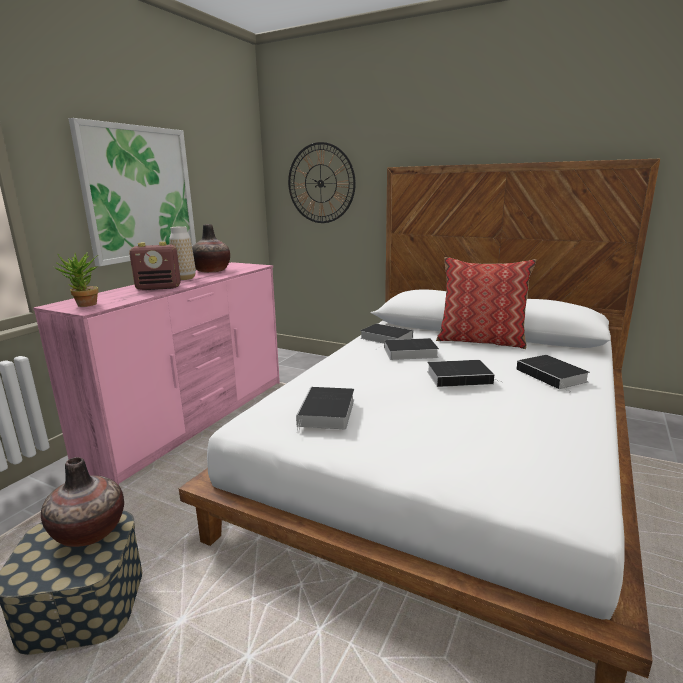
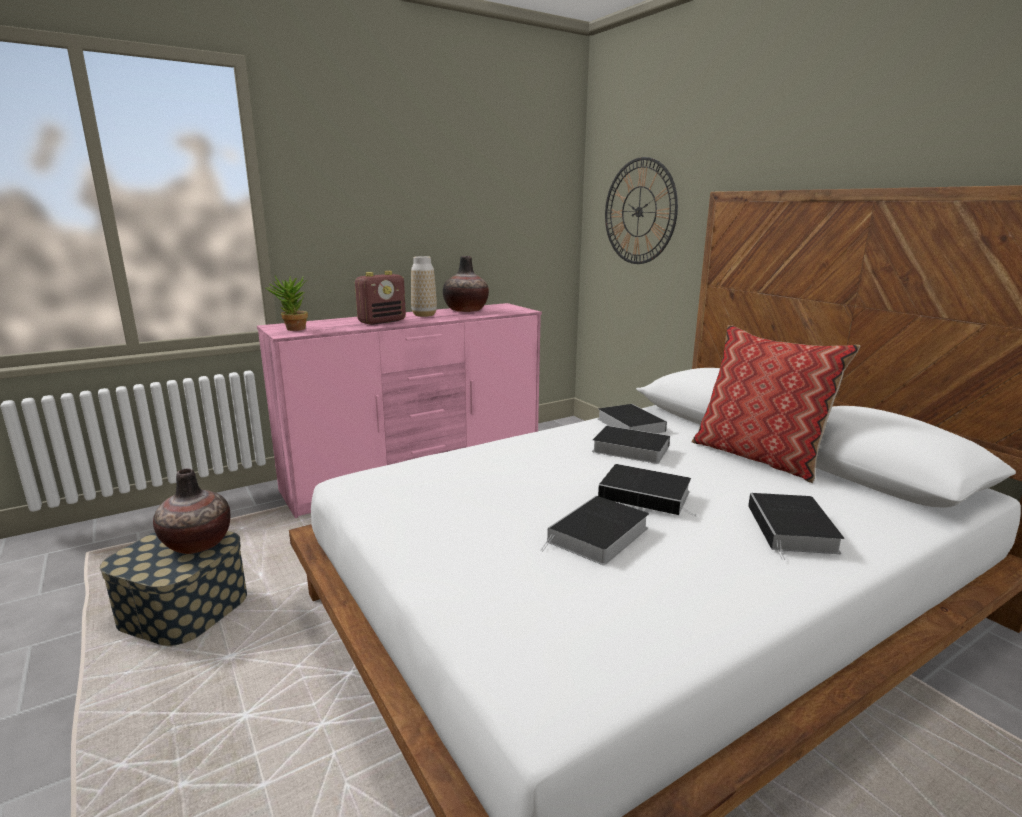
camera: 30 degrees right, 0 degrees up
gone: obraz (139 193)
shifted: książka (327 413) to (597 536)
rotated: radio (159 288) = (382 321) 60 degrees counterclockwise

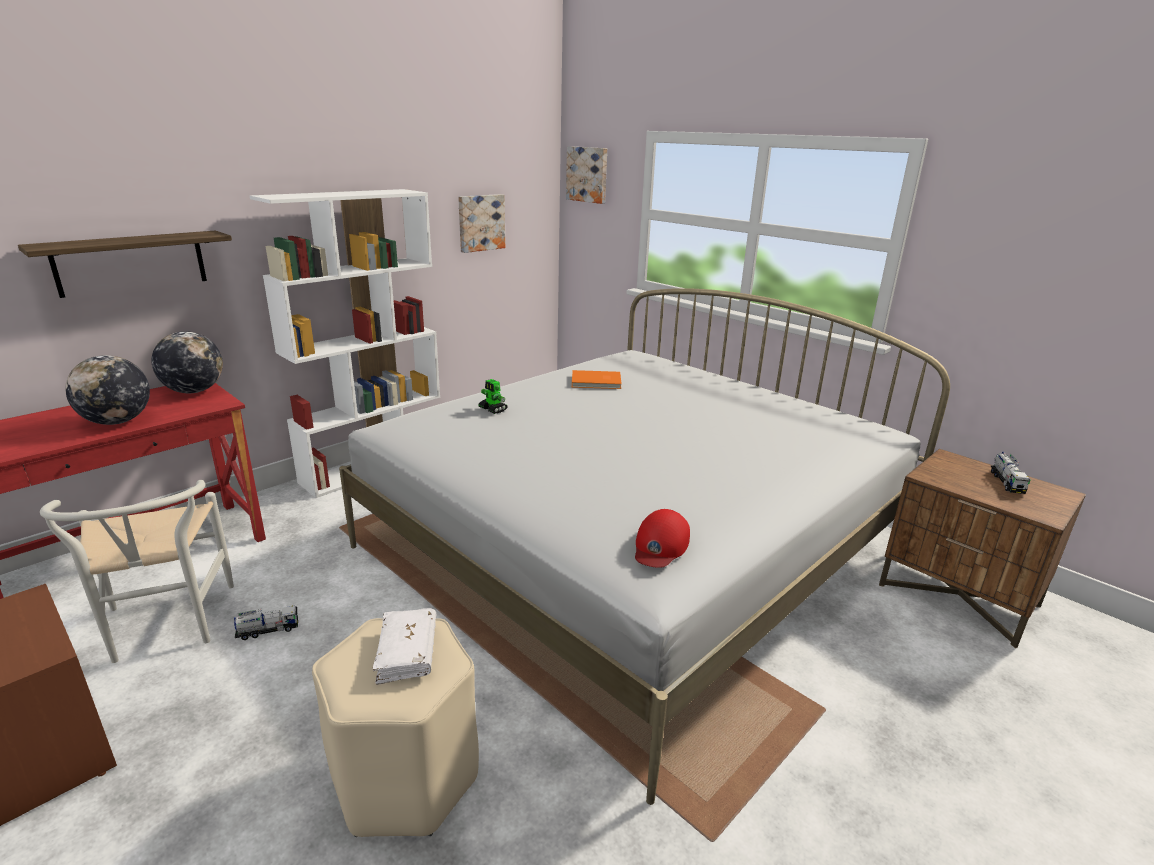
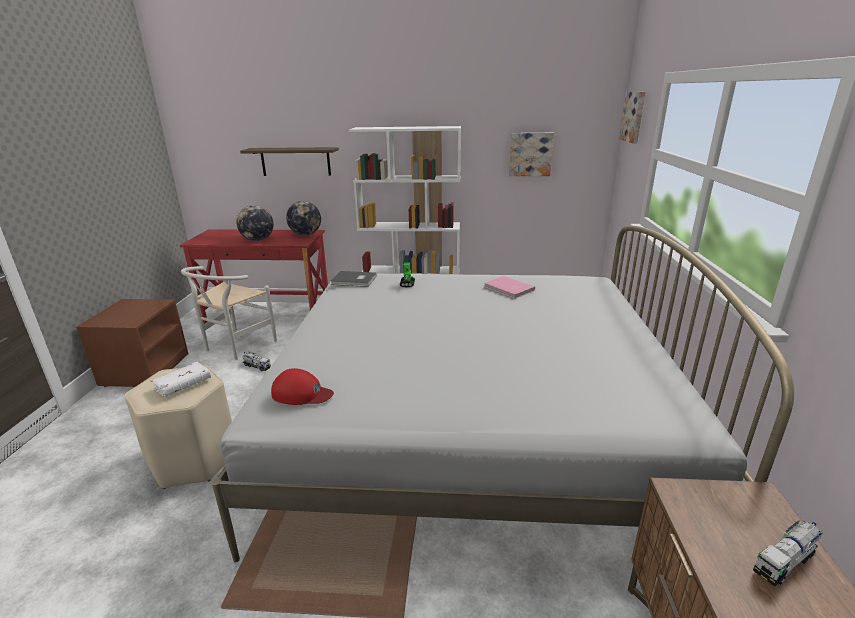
camera: 50 degrees right, 0 degrees up
new: książka/szary (354 280)
repainted: książka/pomarańczowy (597 382) to książka/różowy (508 289)
rotated: czapka z daszkiem/czerwony (660 545) = (302 393) 150 degrees counterclockwise

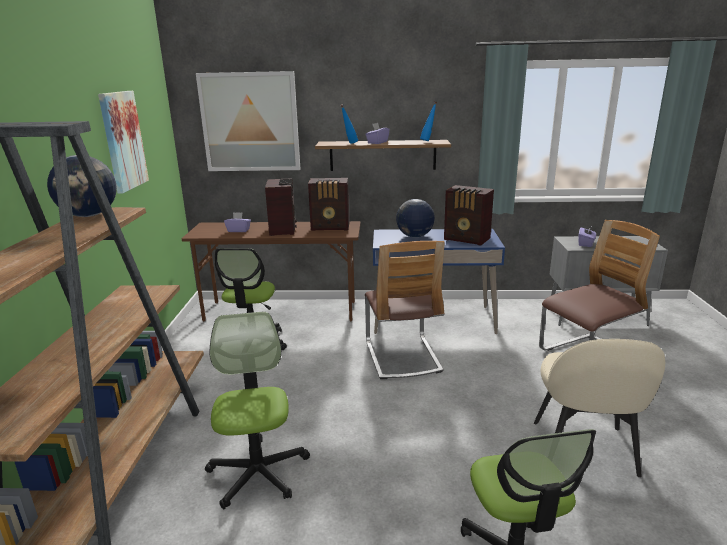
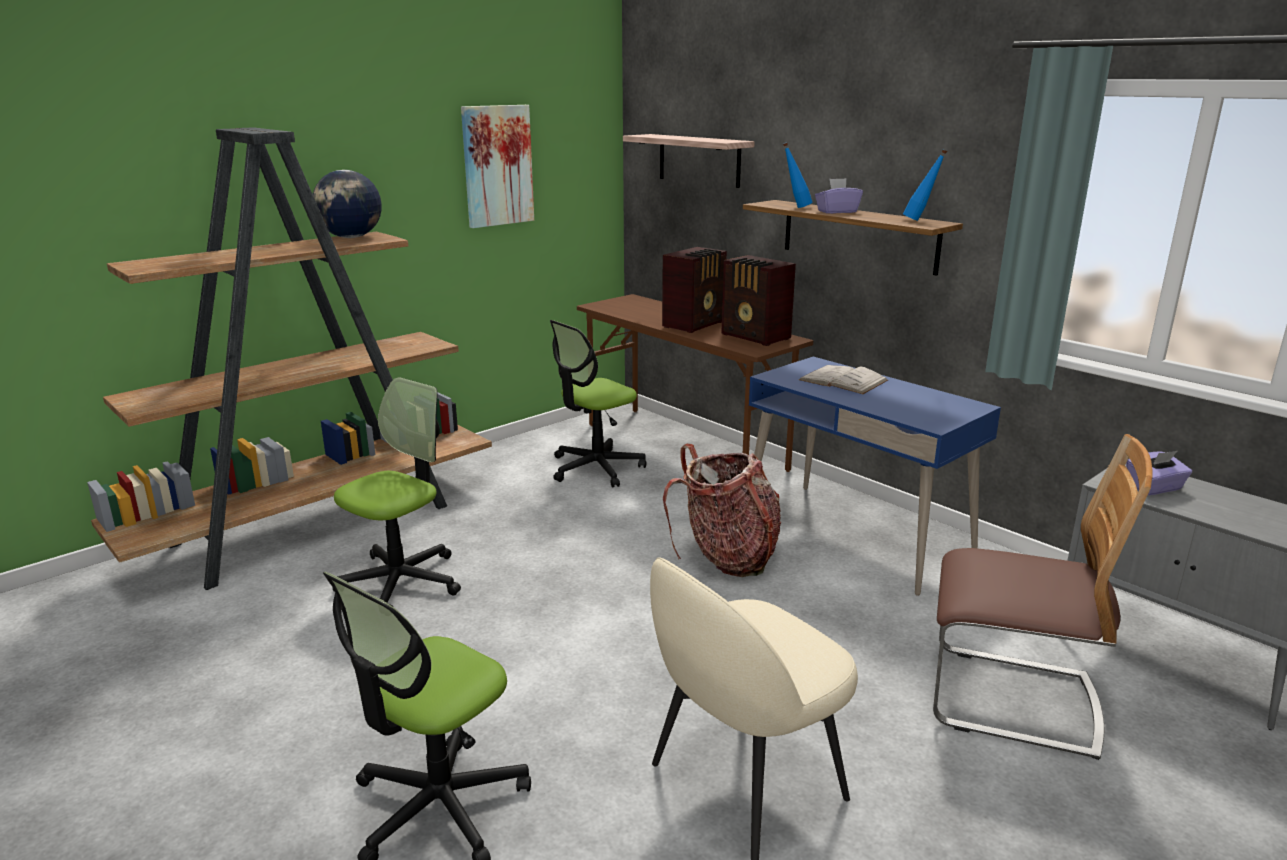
camera: 45 degrees right, 0 degrees up
gone: radio (467 239); pudełko chusteczek/fioletowy (238 230)
swapped: obraz (250 122) to półka (699 160); globus (414 236) to książka/biały (843 380); krzesło (402 356) to plecak (727 557)

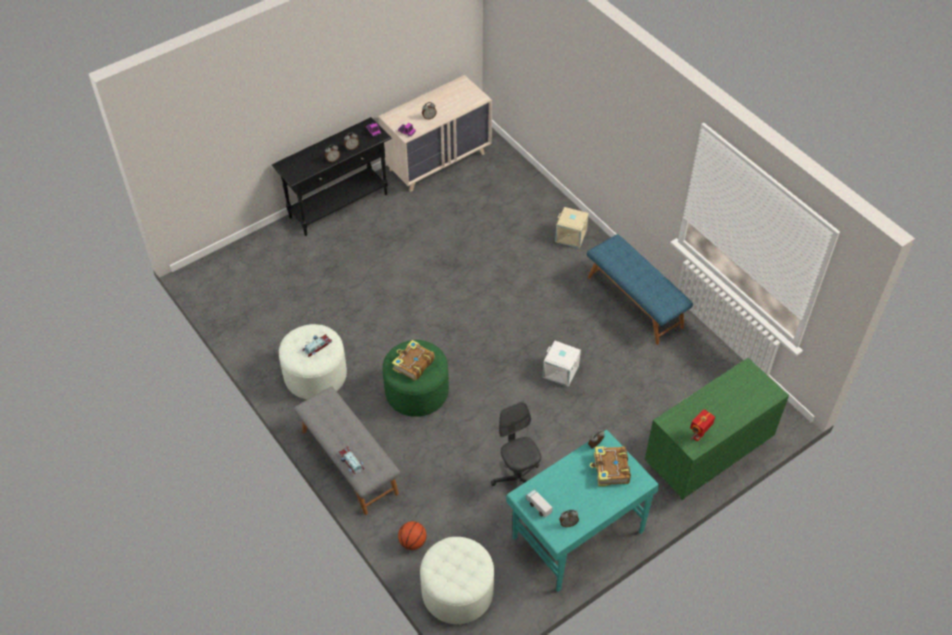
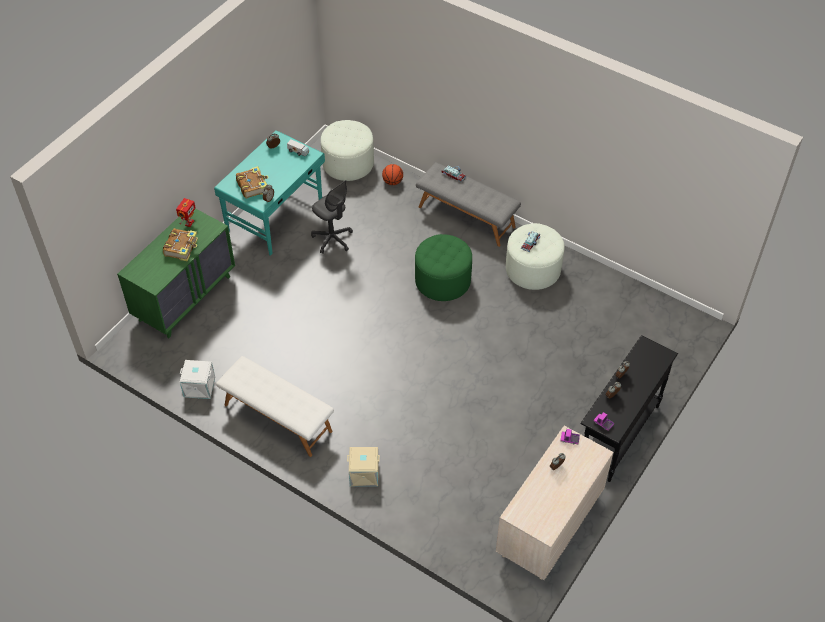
camera: 160 degrees right, 0 degrees up
shifted: książka (412 364) to (182 248); pojemnik do przechowywania/biały (560 372) to (199 386)
repainted: ławka/niebieski (635 301) to ławka/biały (277 418)

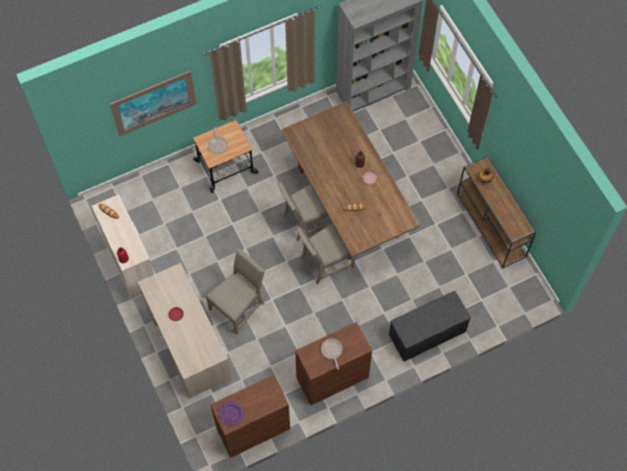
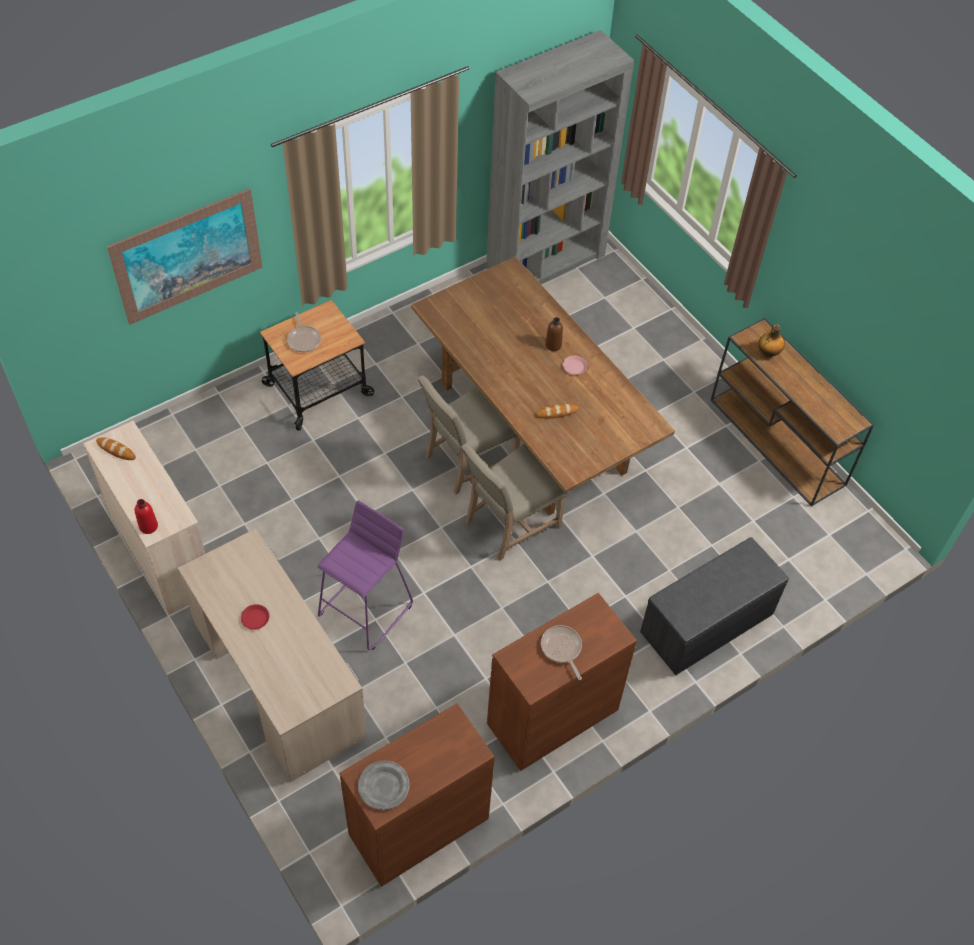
camera: 10 degrees left, 10 degrees down
swapped: krzesło/beżowy (239 306) to stołek/fioletowy (366 610)
repainted: talerz/fioletowy (231 414) to talerz/szary (383 787)

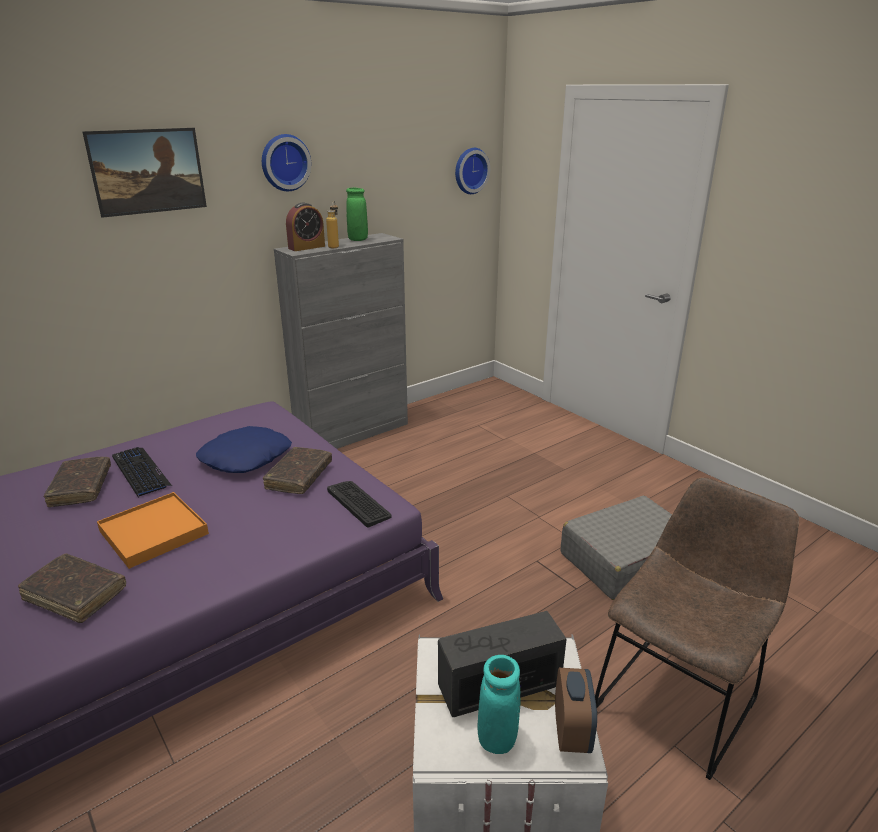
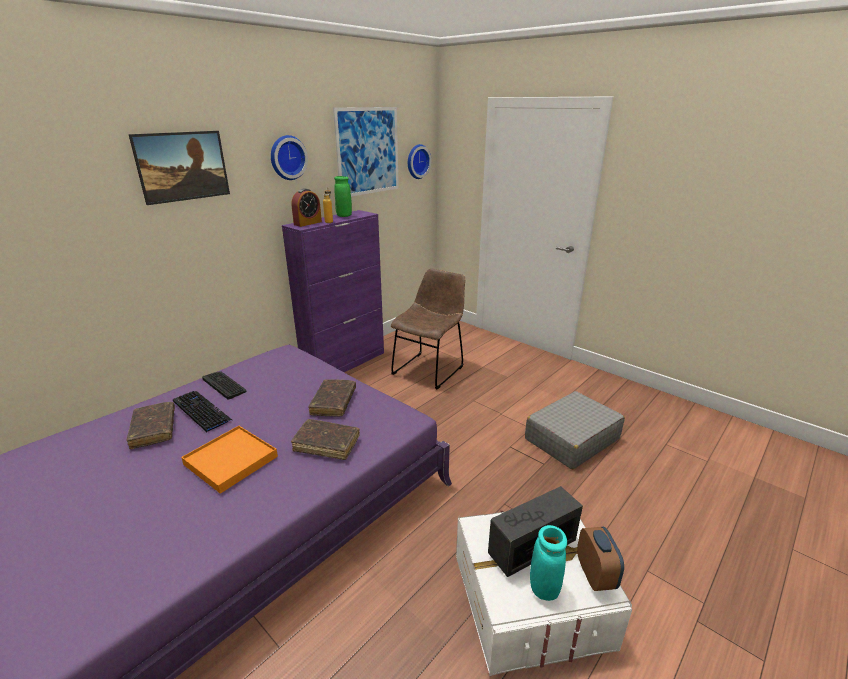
camera: 10 degrees left, 0 degrees up
gone: poduszka/niebieski (245 457)
new: obraz (368 151)
shifted: krzesło/brązowy (679 697) to (430 369); klawiatura (359 503) to (224 385); książka/brązowy (75 594) to (326 444)
repainted: szafka/szary (353 433) to szafka/fioletowy (345 363)

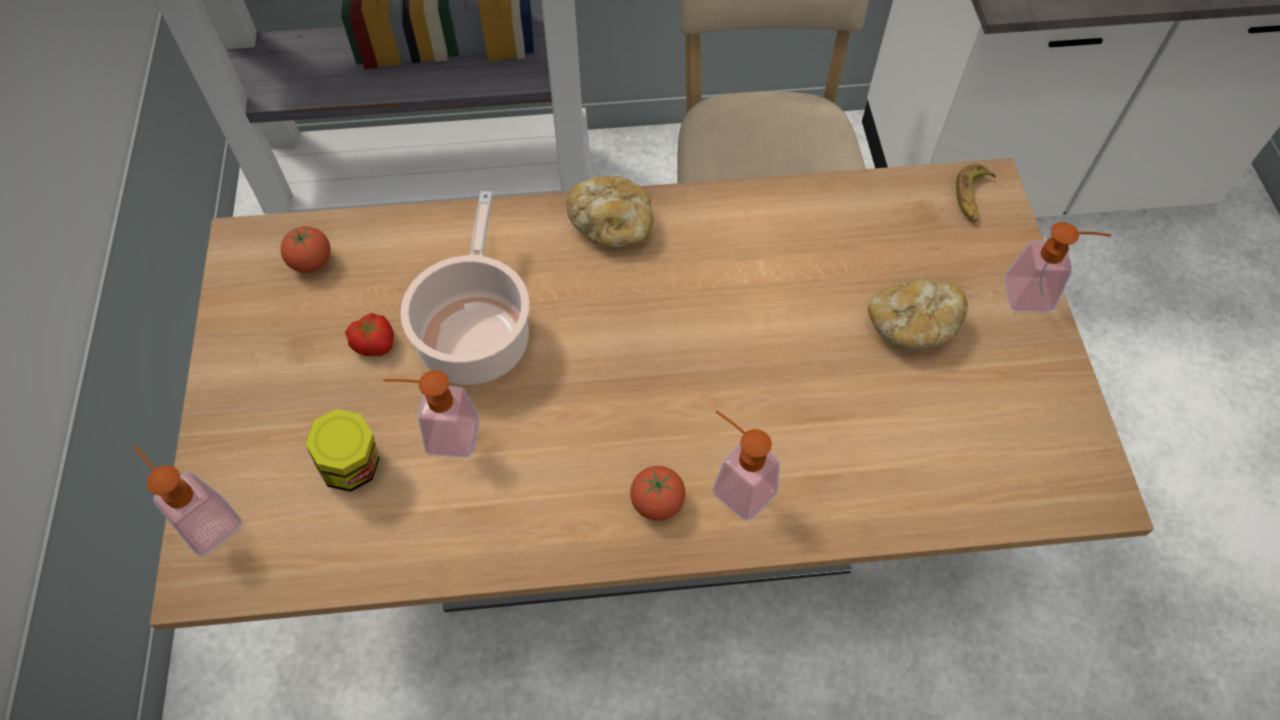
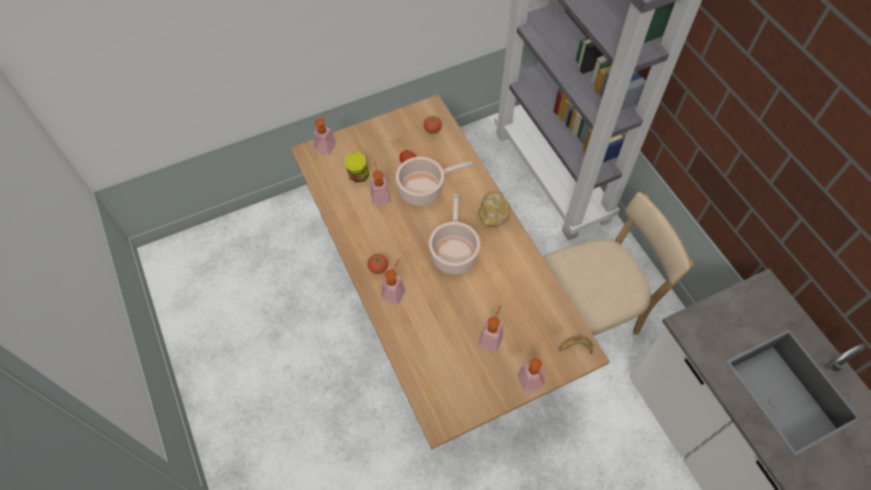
camera: 70 degrees right, 0 degrees up
new: garnek (454 253)
swapped: chleb (911 326) to dozownik mydła (492 336)

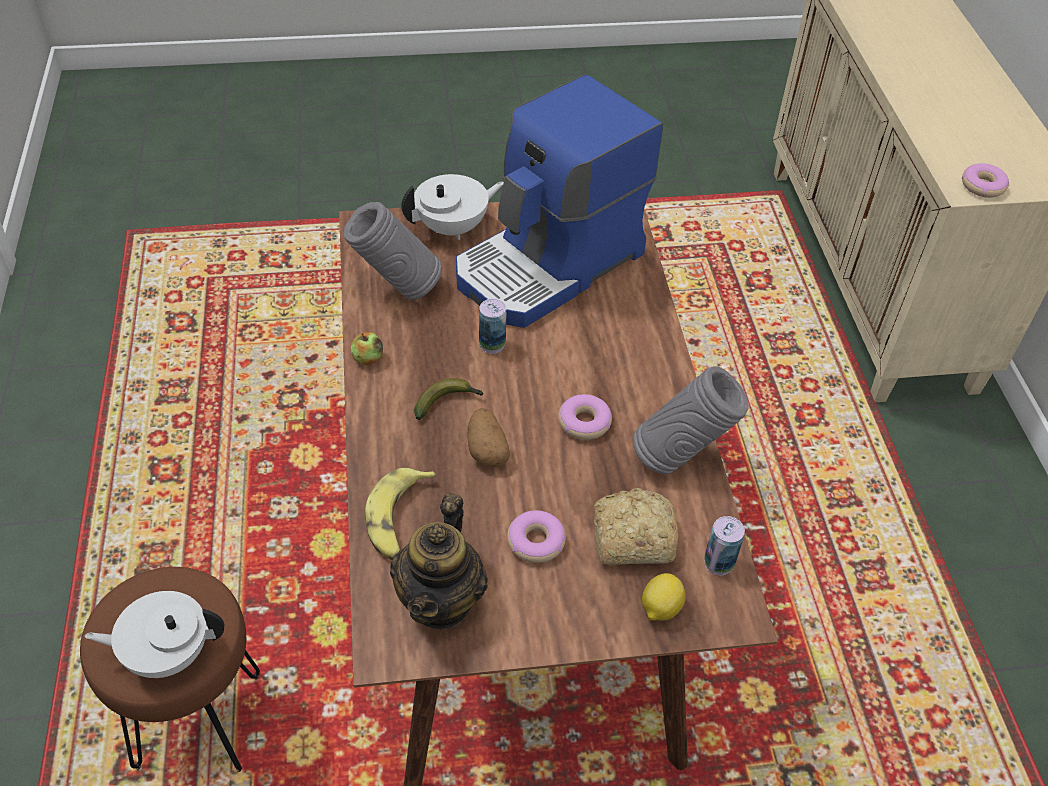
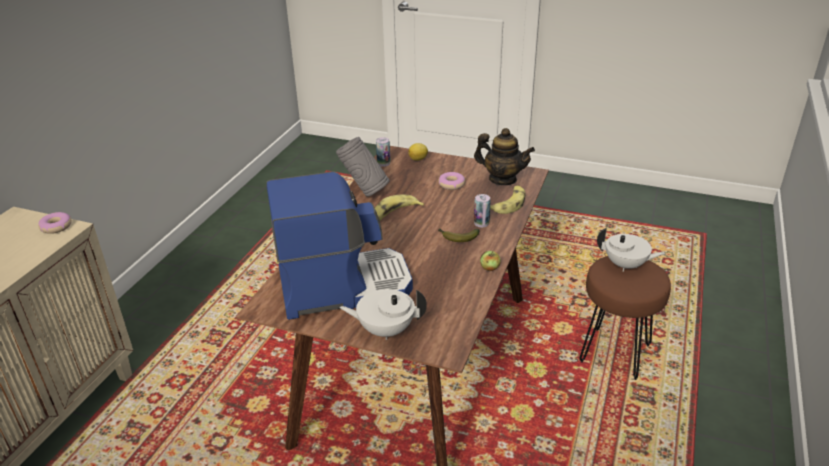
camera: 150 degrees left, 15 degrees down
gone: wazon/szary (396 289); ziemniak (486 449); chleb (630 537)
shifted: puszka (492 344) to (481 223)
swapped: donut (584 422) to banan (395 213)
rotated: imbryk (441 600) = (502 179) 75 degrees clockwise

